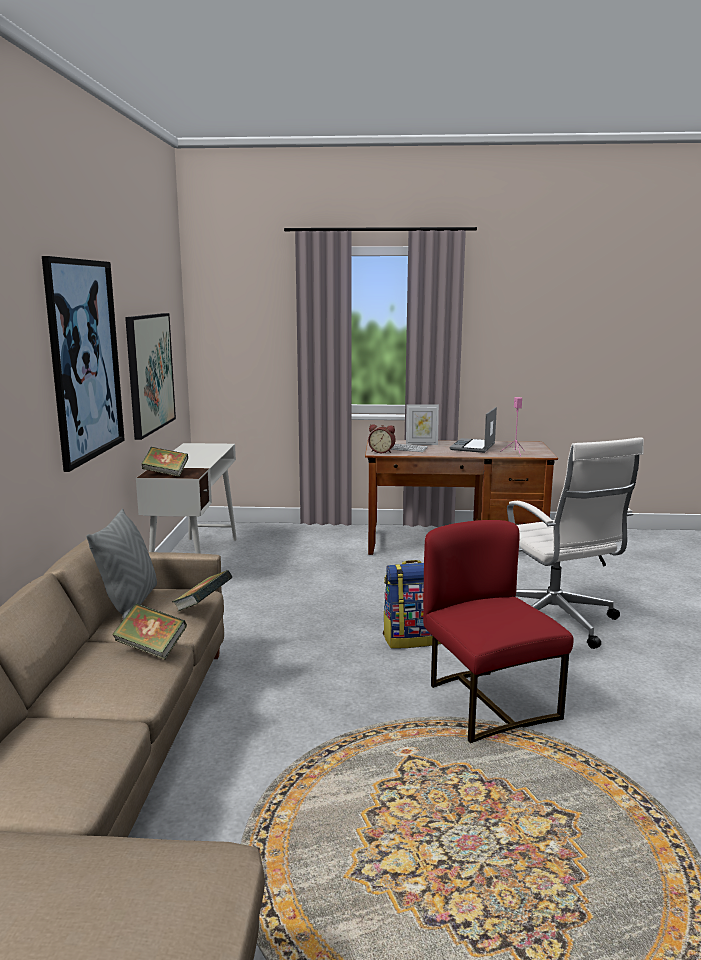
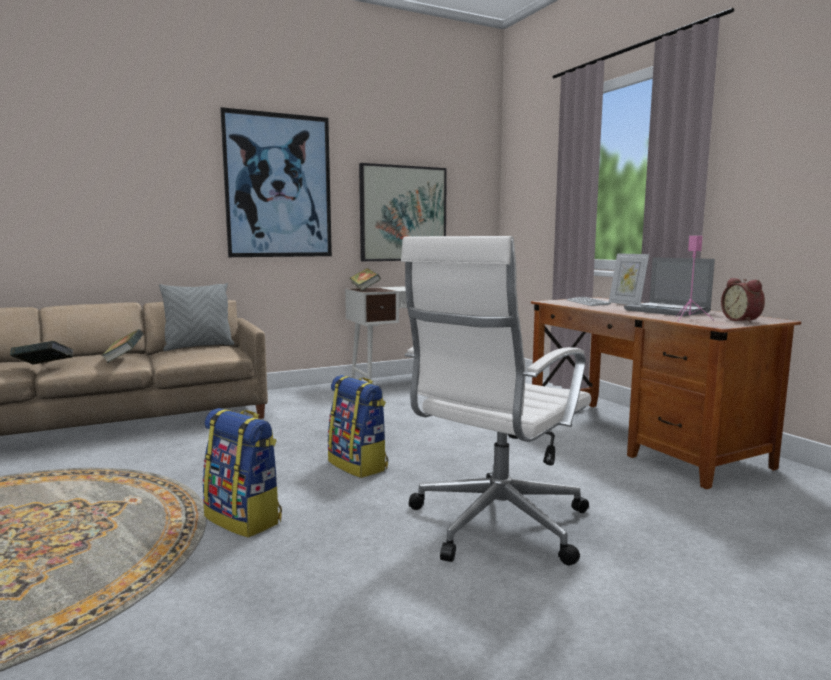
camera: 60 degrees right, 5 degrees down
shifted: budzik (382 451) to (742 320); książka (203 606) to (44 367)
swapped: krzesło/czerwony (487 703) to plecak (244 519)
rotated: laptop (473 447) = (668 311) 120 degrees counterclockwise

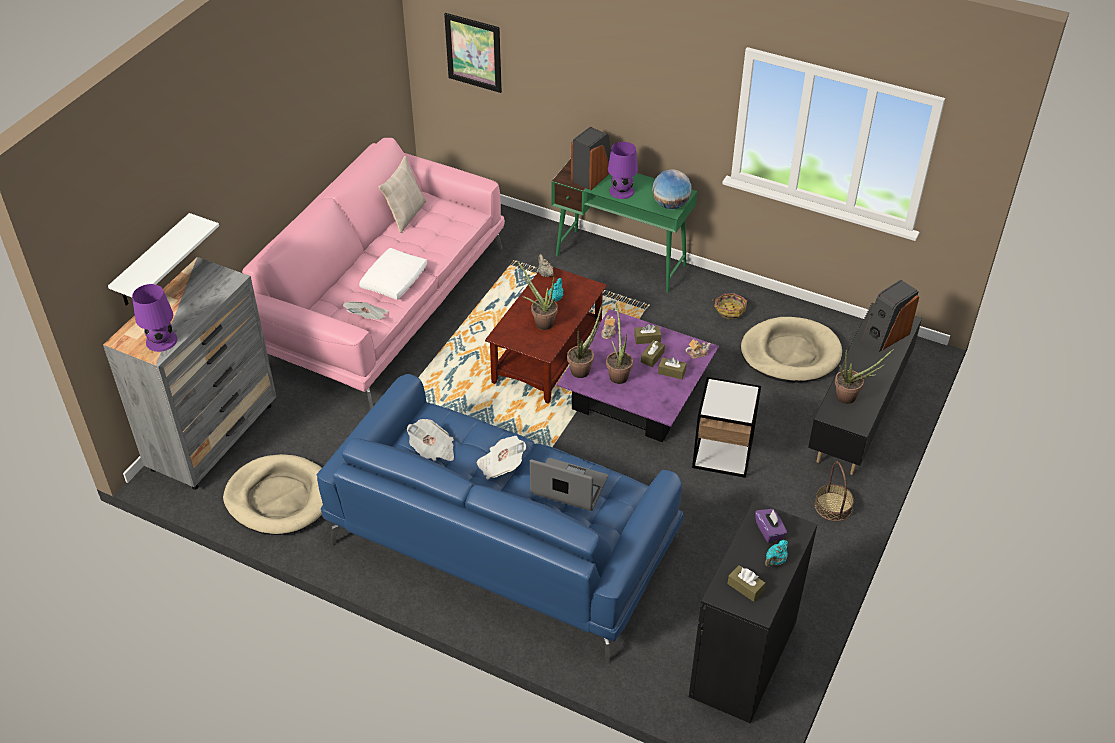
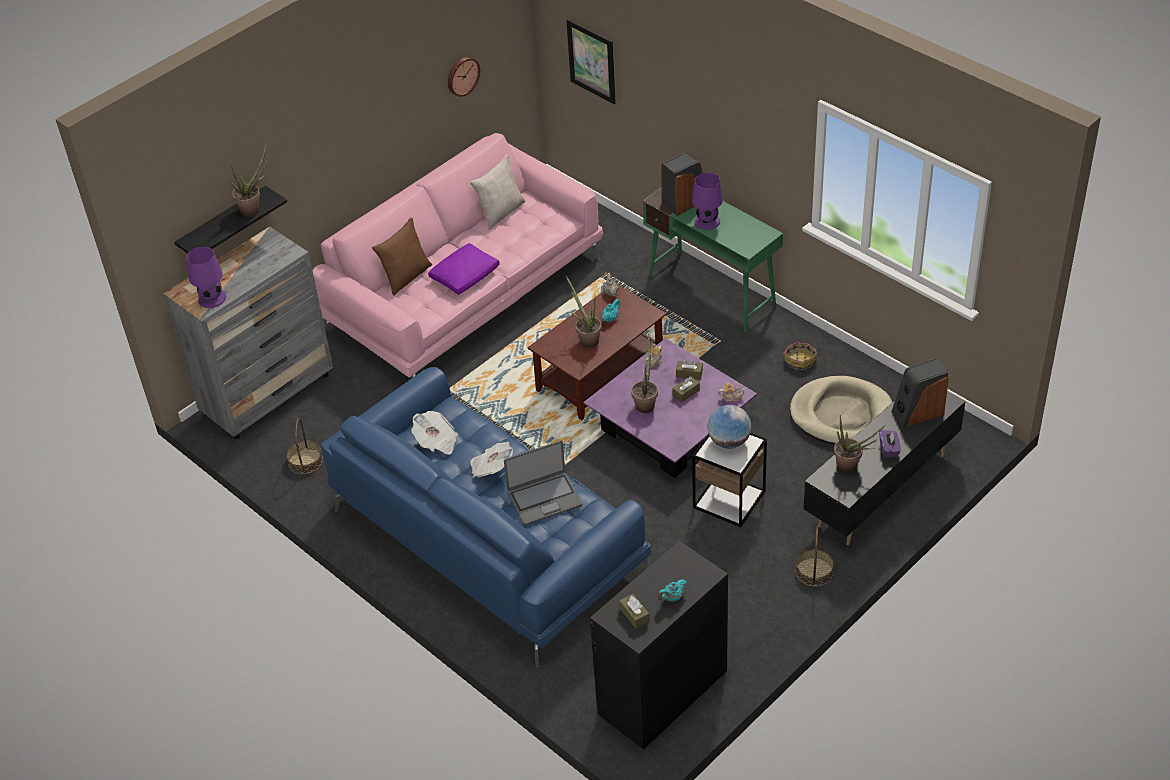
camera: 20 degrees right, 0 degrees up
gone: gazeta (368 318); pudełko chusteczek/brązowy (671 372)
new: zegar ścienny (462 75); poduszka/brązowy (406 276)
shifted: globus (670 204) to (728 441); roślina doniczkowa (583 369) to (254 209); pudełko chusteczek/fioletowy (769 531) to (889 449)
swapped: legowisko/beżowy (279 498) to koszyk (305 461)
repainted: półka/biały (153 262) to półka/czarny (223 226); poduszka/biały (394 280) to poduszka/fioletowy (465 275)
rotated: laptop (569 487) = (544 499) 120 degrees clockwise

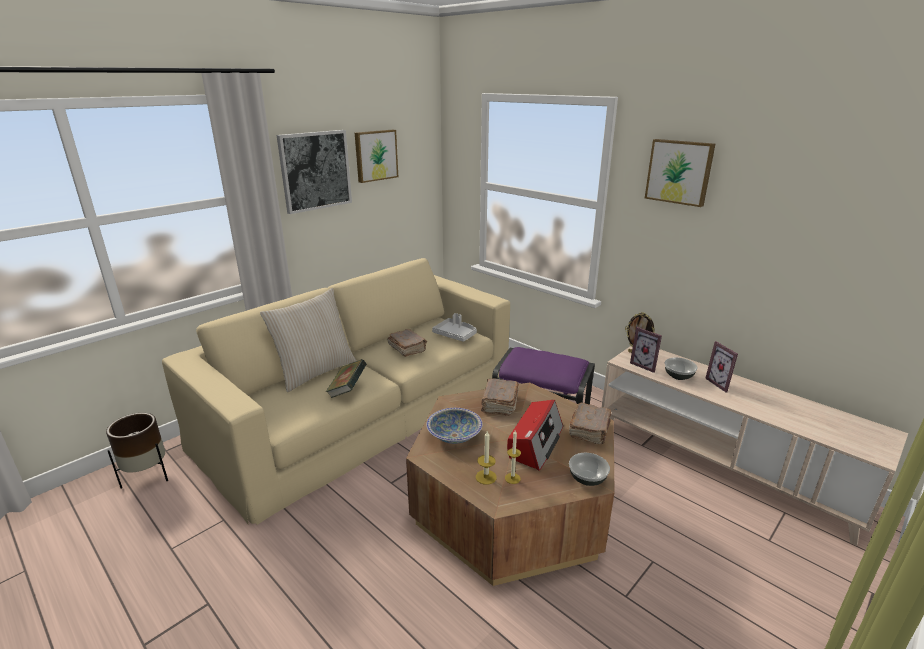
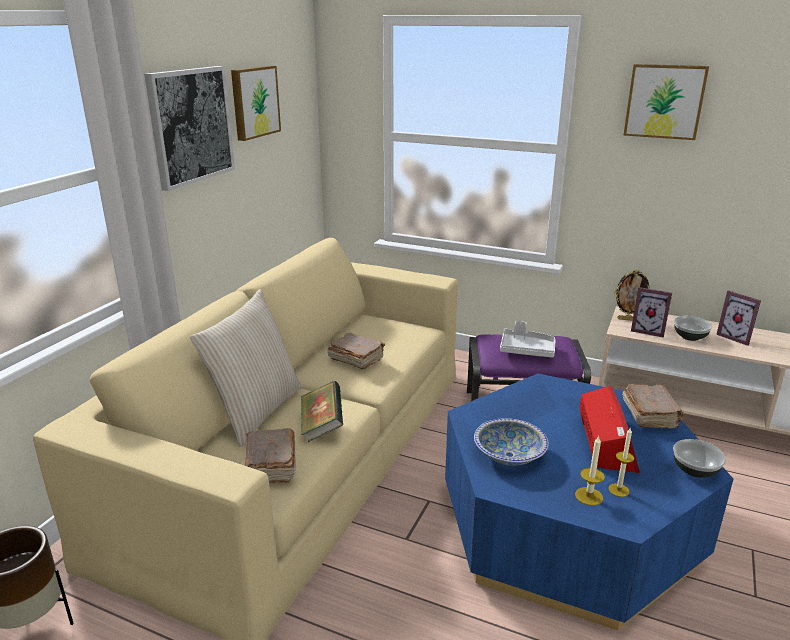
camera: 20 degrees left, 0 degrees up
shifted: taca/szary (455 335) to (526 350); książka/brązowy (499 404) to (270 466)
repainted: ława/brązowy (511 504) to ława/niebieski (567 527)

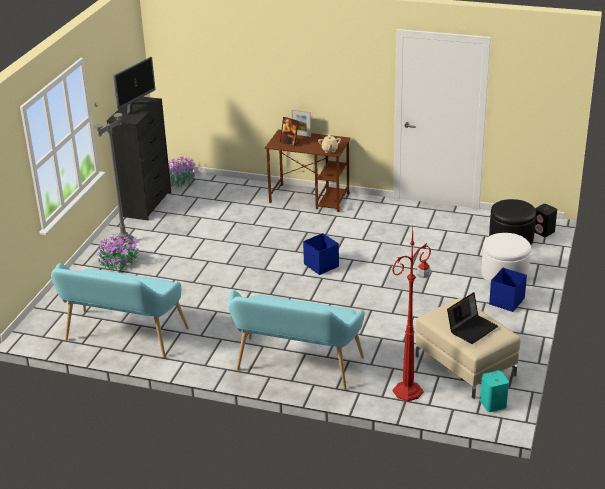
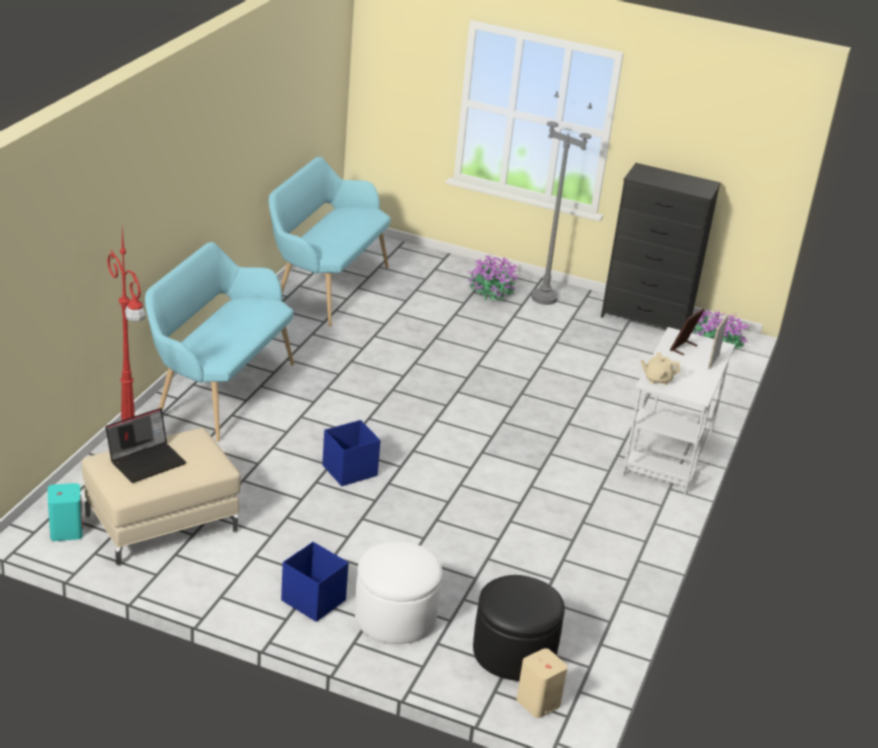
camera: 90 degrees right, 0 degrees up
gone: monitor (136 106)
shifted: pojemnik do przechowywania/niebieski (321 266) to (348 471)
repainted: biurko/brązowy (310 198) to biurko/biały (668 453); głośnik/czarny (543 231) to głośnik/beżowy (537 703)
rotated: laptop (472 328) = (147 461) 90 degrees counterclockwise

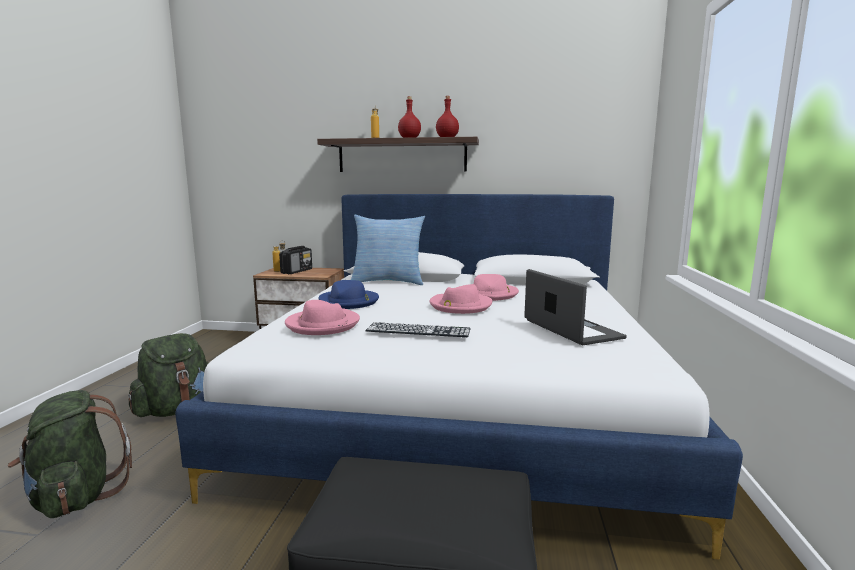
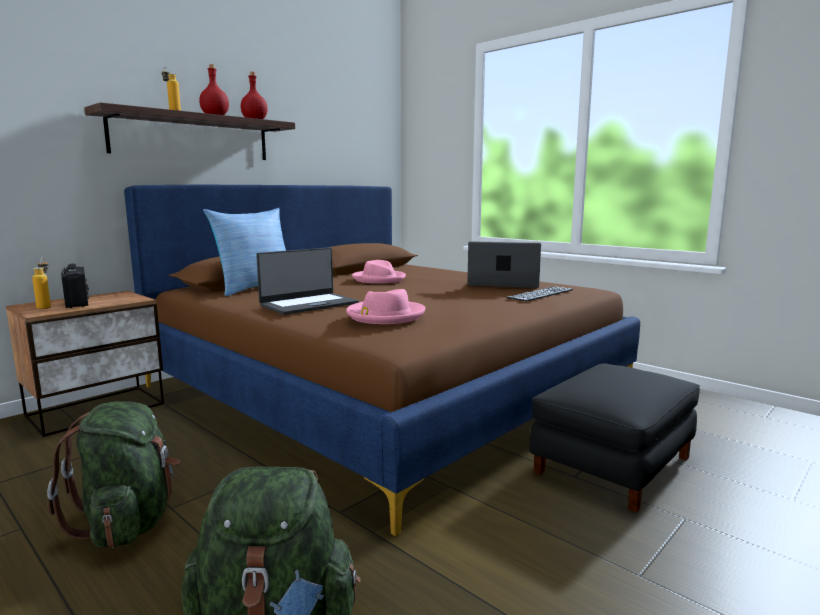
camera: 55 degrees left, 0 degrees up
gone: kapelusz/różowy (460 306)
shifted: klawiatura (418 330) to (540 294)
swapped: kapelusz/niebieski (349 302) to laptop (308 304)
repainted: łóżko/biały (459 403) to łóżko/brązowy (387 387)

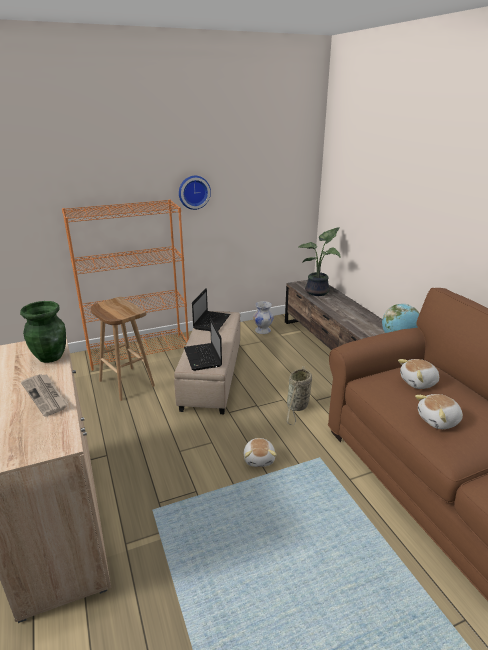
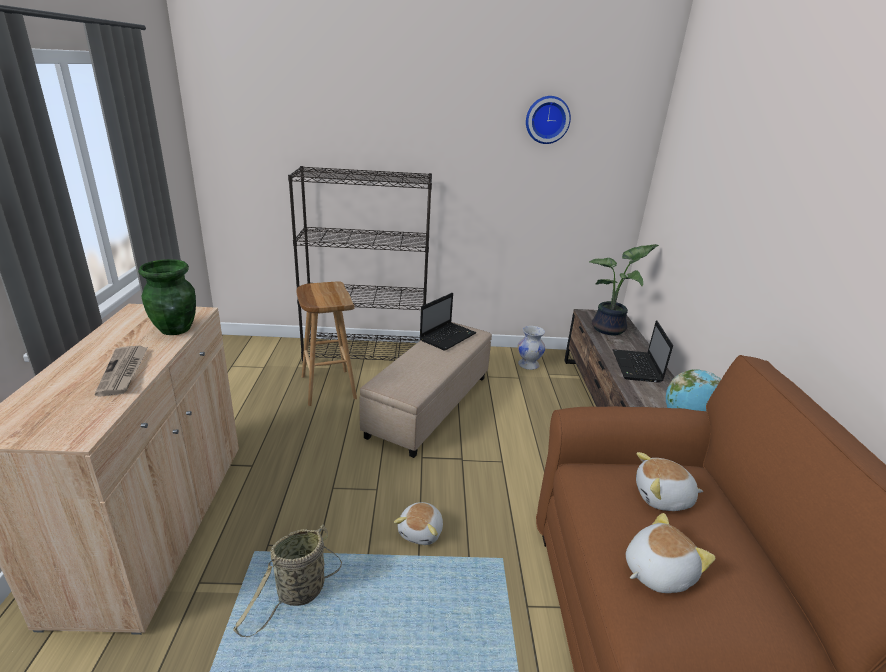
camera: 20 degrees right, 0 degrees up
shifted: zegar ścienny (193 192) to (547 119); laptop (203 358) to (637 367); koszyk (297 407) to (298 594)
repainted: regał/pomarańczowy (139 351) to regał/czarny (366 354)
rotated: pluszak (439 420) = (656 571) 150 degrees clockwise

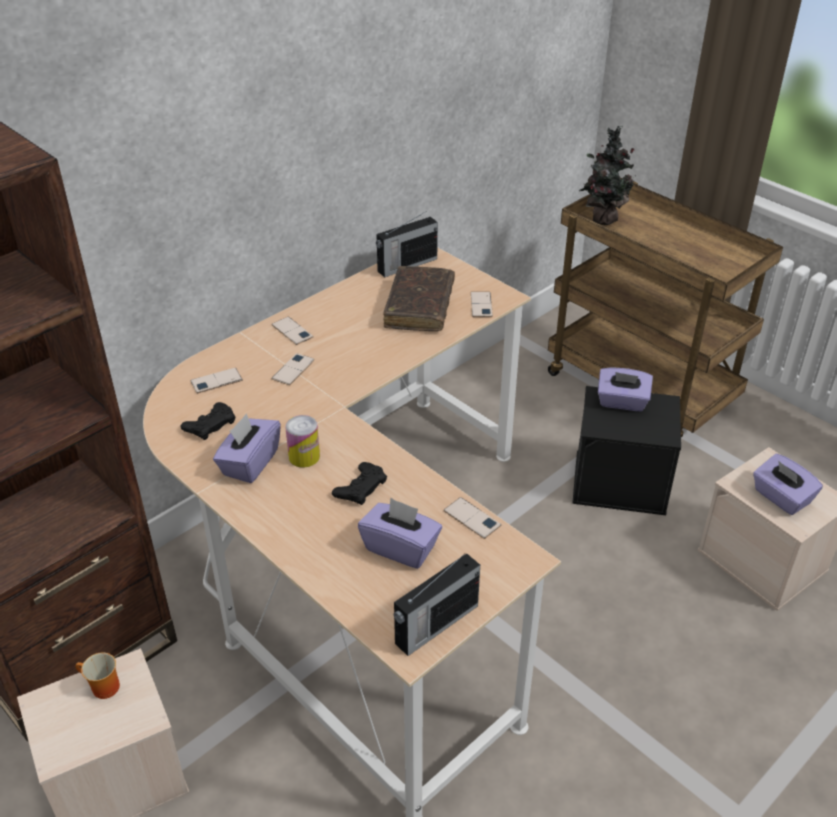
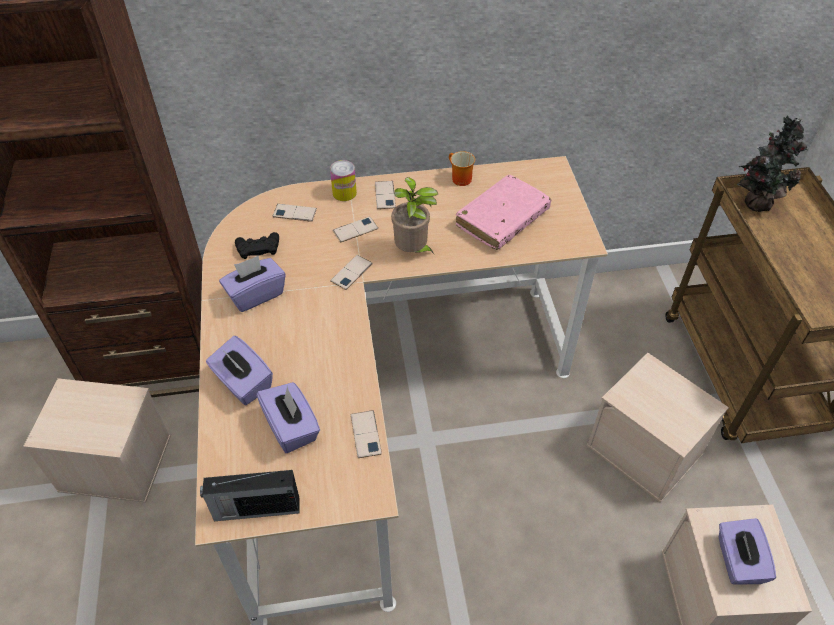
camera: 35 degrees right, 10 degrees up
gone: radio (406 265); pad do gier/czarny (360 488)
new: roślina doniczkowa (413 251)
shifted: telefon (481 305) to (351 272); pudełko chusteczek/fioletowy (622 402) to (243 383); puszka (304 456) to (344 193); kubek (101 688) to (459 179)
repainted: książka/brązowy (419 307) to książka/różowy (502 219); pojemnik do przechowywania/czarny (621 482) to pojemnik do przechowywania/beżowy (646 450)

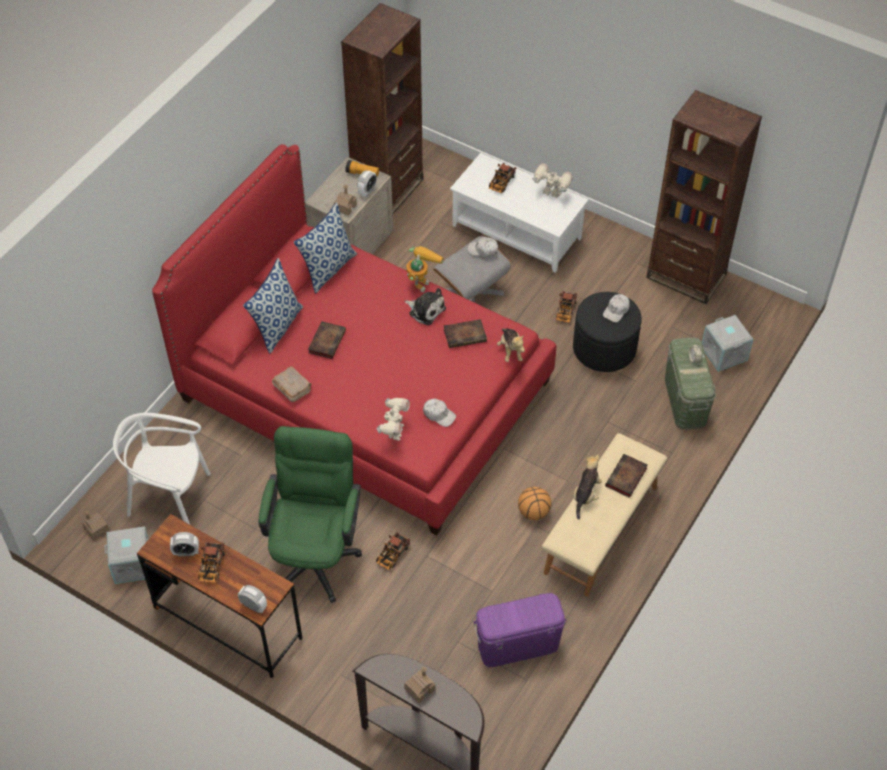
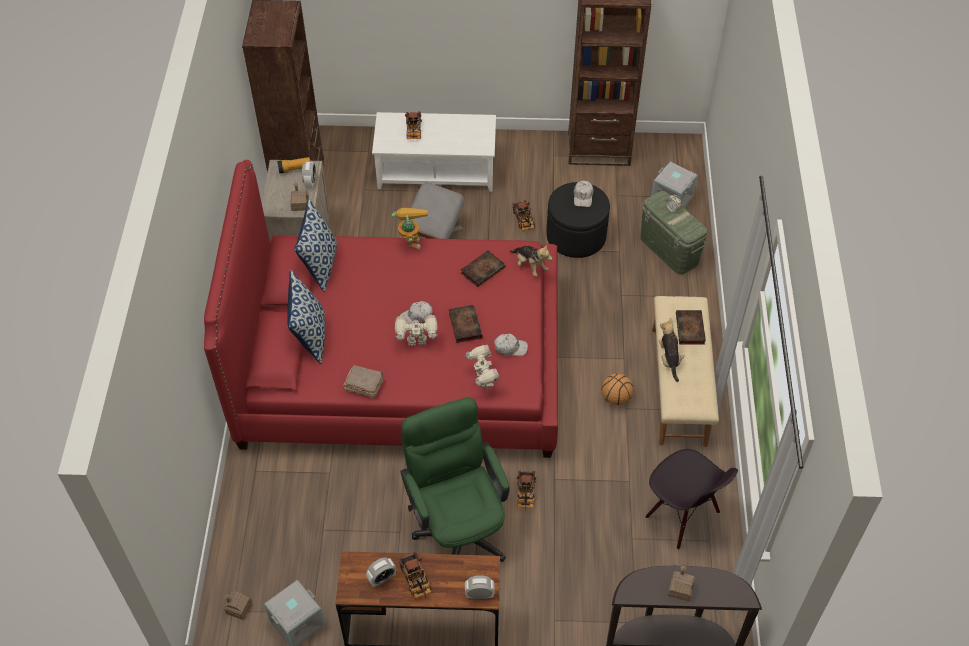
camera: 30 degrees left, 0 degrees up
gone: pluszak (425 310); krzesło/biały (169 497)
shifted: robot zabawkowy (551 194) to (417 343); czapka z daszkiem/biały (483 250) to (416 316); książka (327 341) to (464 324)
swapped: pojemnik do przechowywania/fioletowy (517 645) to krzesło/czarny (681 515)

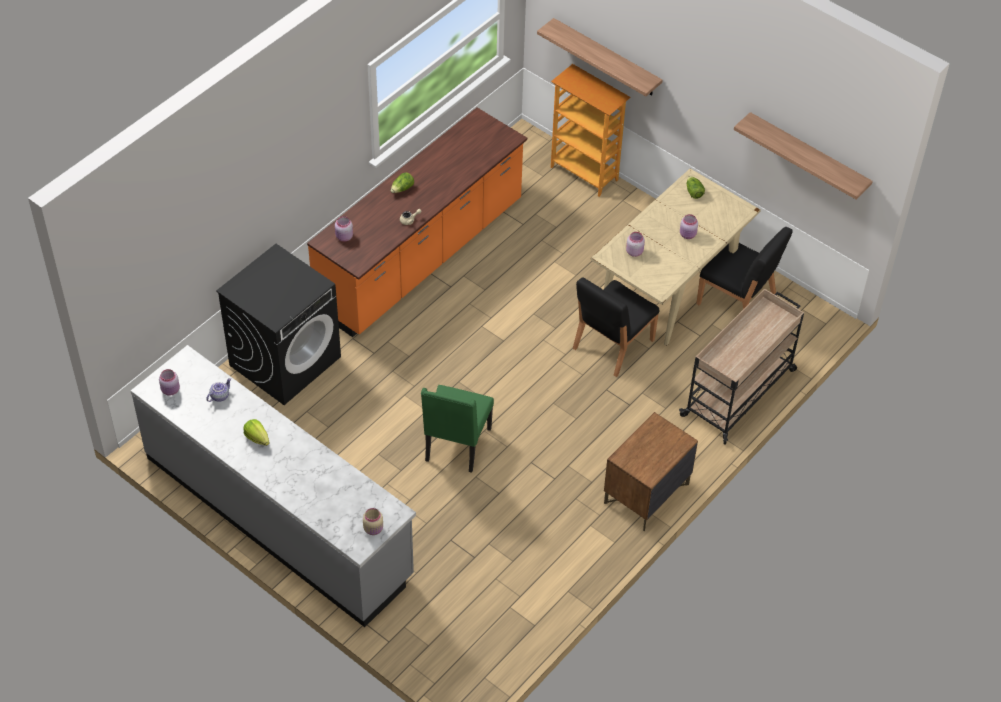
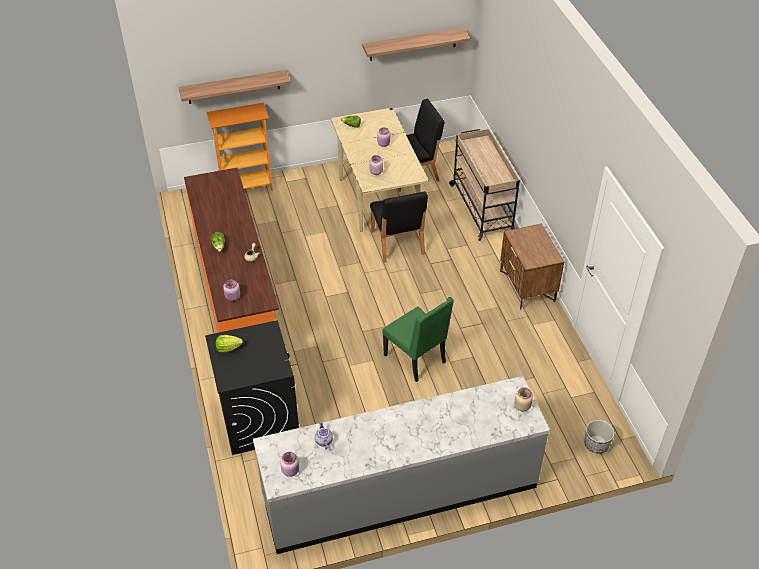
camera: 55 degrees left, 5 degrees down
new: donica (596 444)
shifted: sałata (257 438) to (228 348)

